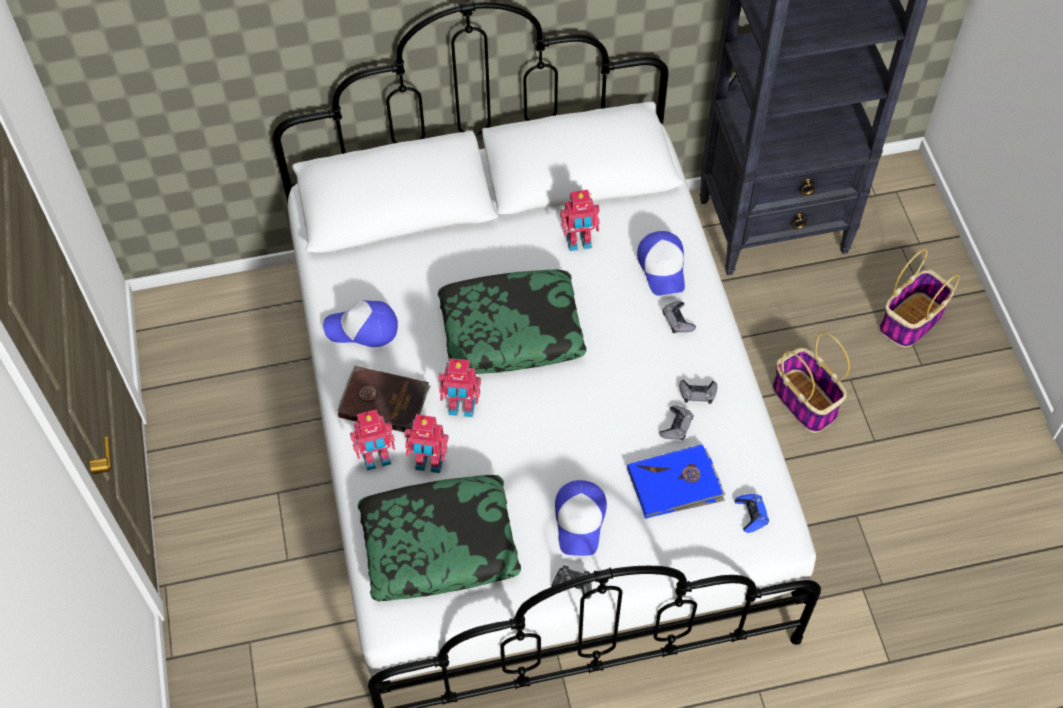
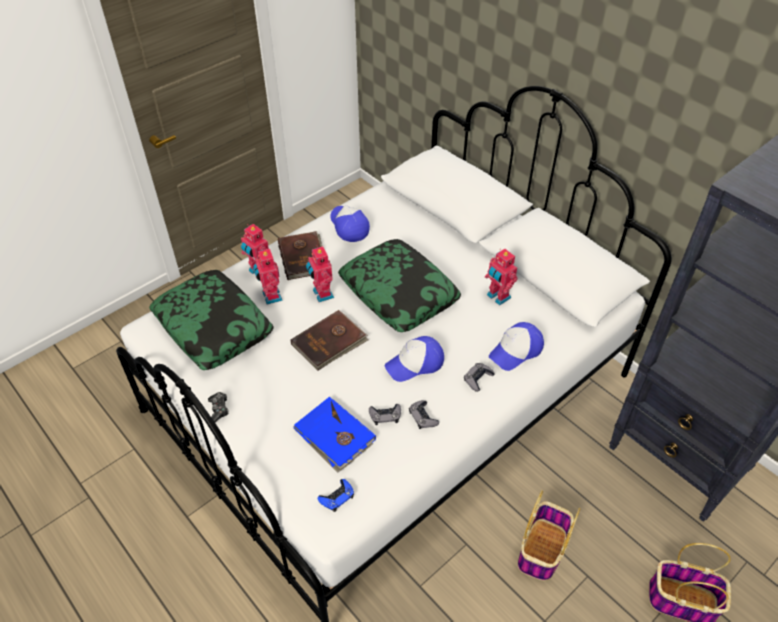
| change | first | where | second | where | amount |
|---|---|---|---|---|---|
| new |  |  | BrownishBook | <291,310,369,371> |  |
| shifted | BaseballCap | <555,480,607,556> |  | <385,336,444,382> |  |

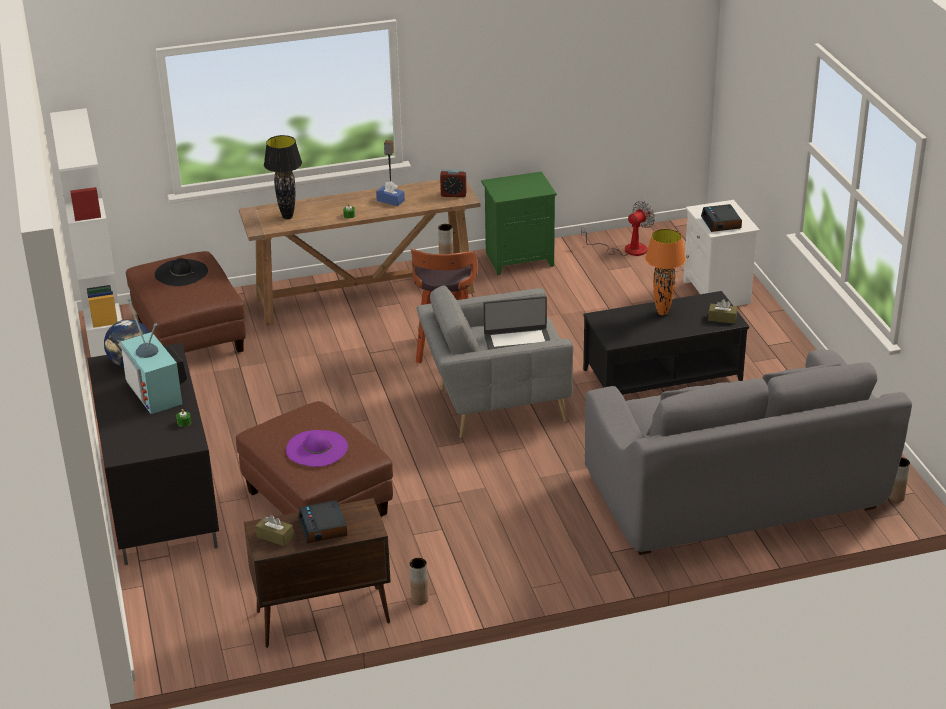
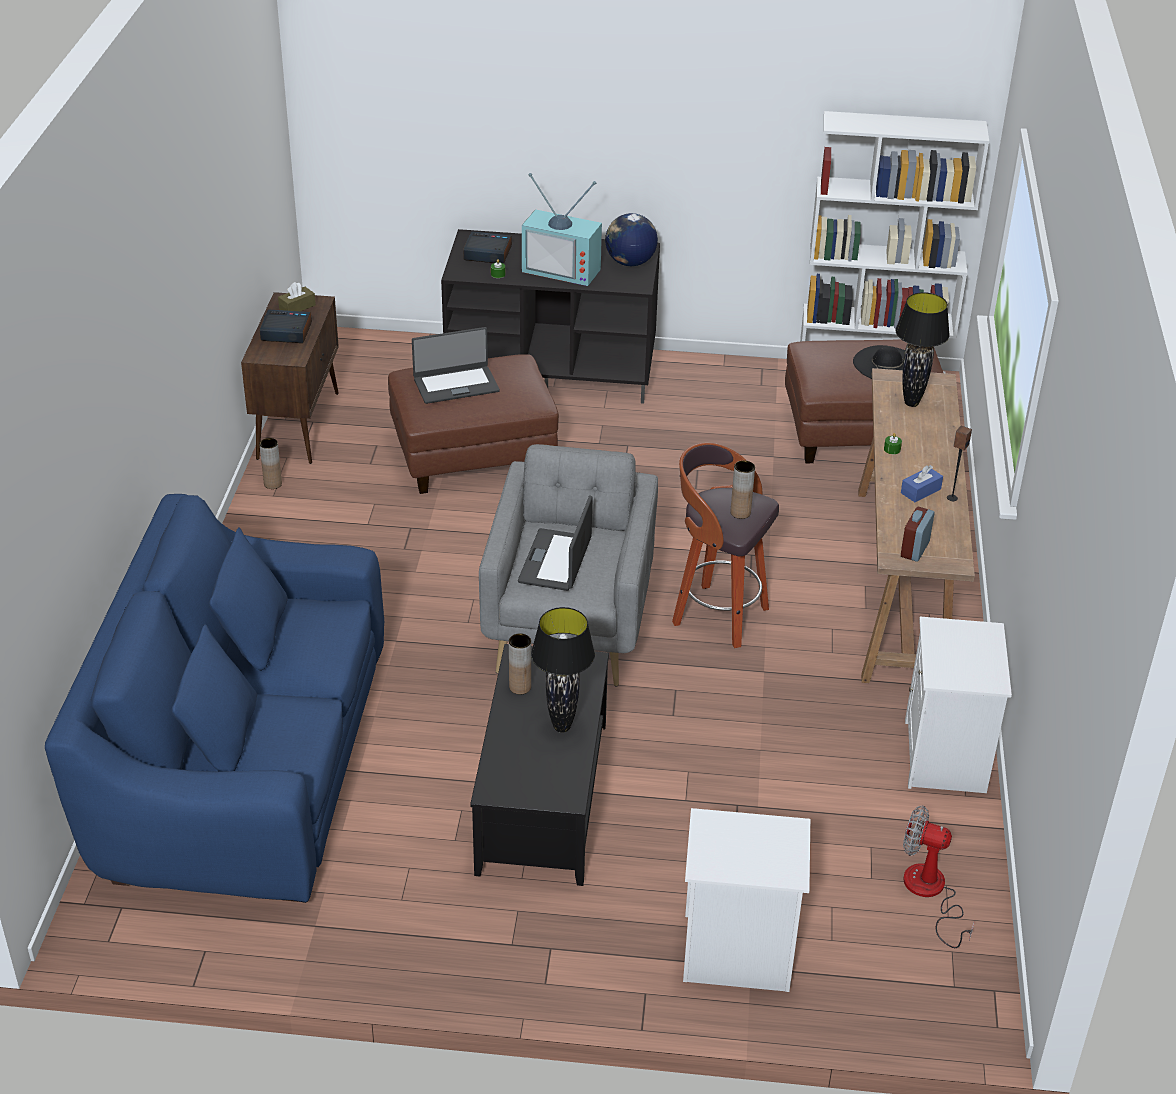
| change | first | where | second | where | amount |
|---|---|---|---|---|---|
| repainted | GreyishSettee | <585,349,912,555> | BlueSettee | <45,494,384,903> |  |
| swapped | PurplishWearableHat | <286,430,348,467> | NotebookComputer | <412,327,500,404> |  |
| shifted | BedsideClock | <701,204,742,232> |  | <463,231,512,264> |  |
| shifted | BrownishVase | <889,457,910,502> |  | <509,633,531,694> |  |
| rotated | Tv | <120,298,187,414> |  | <522,173,602,286> | 150 degrees counterclockwise |
| repainted | OrangeColouredTabletopLamp | <645,229,686,315> | BlackColouredTabletopLamp | <531,607,595,733> |  |
| rotated | CoolingFan | <581,201,655,256> |  | <903,805,974,948> | 135 degrees clockwise |
| repainted | GreenColouredNightTable | <481,171,557,275> | WhitishNightTable | <905,617,1012,793> |  |
| gone | BrownishBoxOfTissues | <708,299,737,324> |  |  |  |

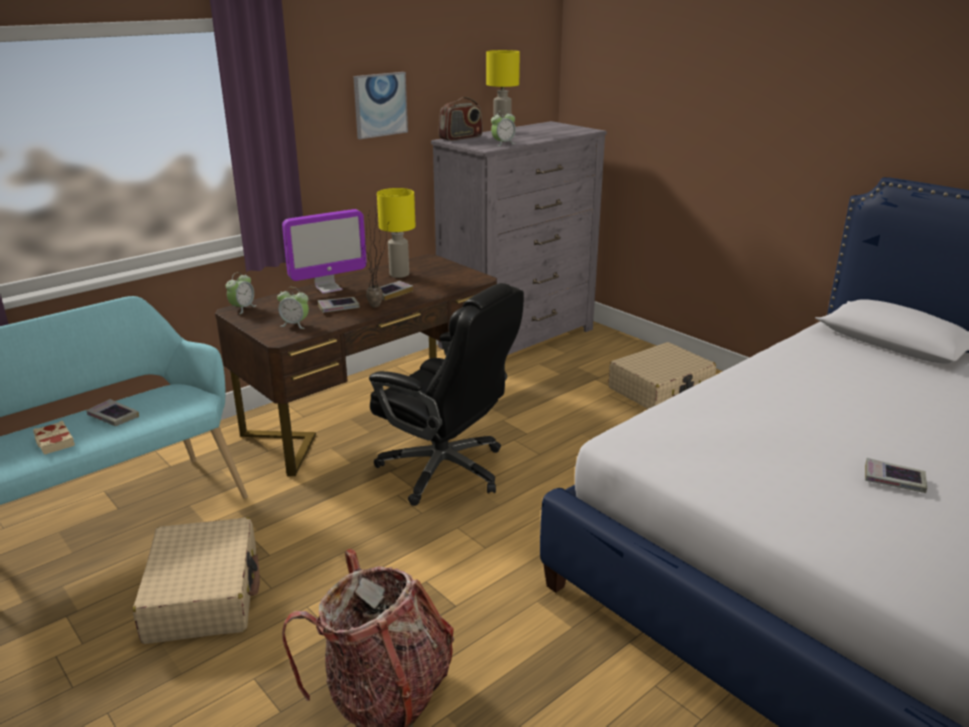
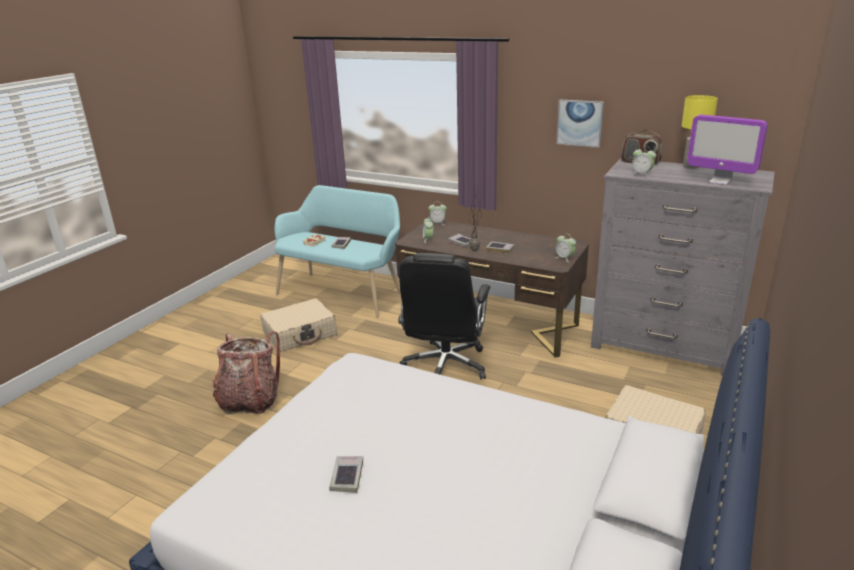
| change | first | where | second | where | amount |
|---|---|---|---|---|---|
| new |  |  | BedsideClock | <555,234,576,262> |  |
| shifted | Monitor | <282,209,367,294> |  | <687,115,768,185> |  |
| gone | YellowColouredTabletopLamp | <377,188,416,278> |  |  |  |

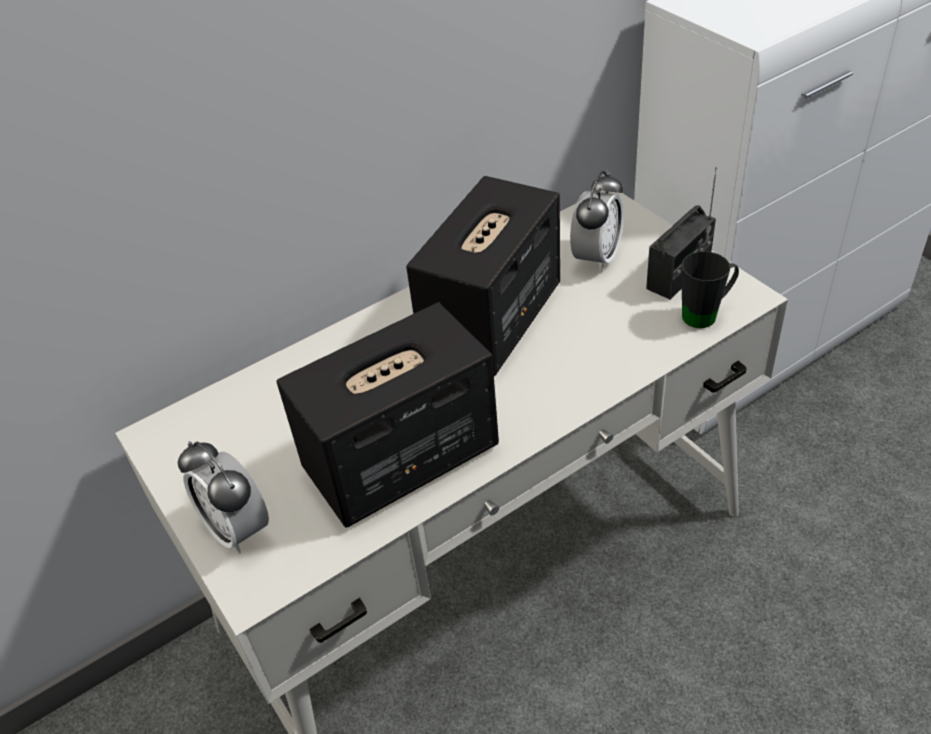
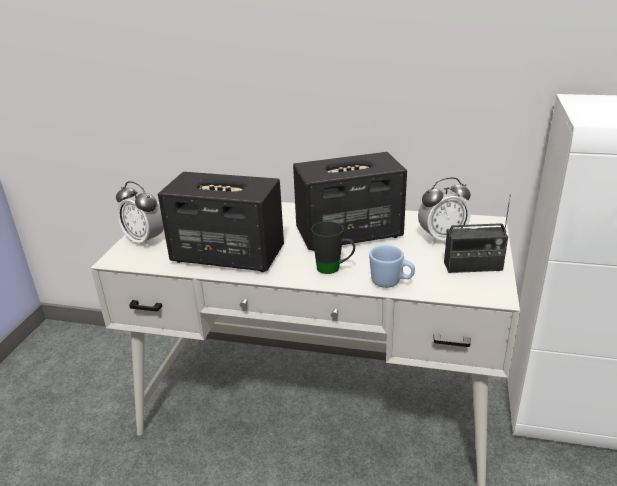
| change | first | where | second | where | amount |
|---|---|---|---|---|---|
| rotated | BedsideClock | <178,441,269,554> |  | <116,181,164,247> | 60 degrees counterclockwise |
| shifted | BlackColouredTeaMug | <682,251,739,328> |  | <311,221,355,274> |  |
| new |  |  | BlueTeaMug | <369,245,415,288> |  |

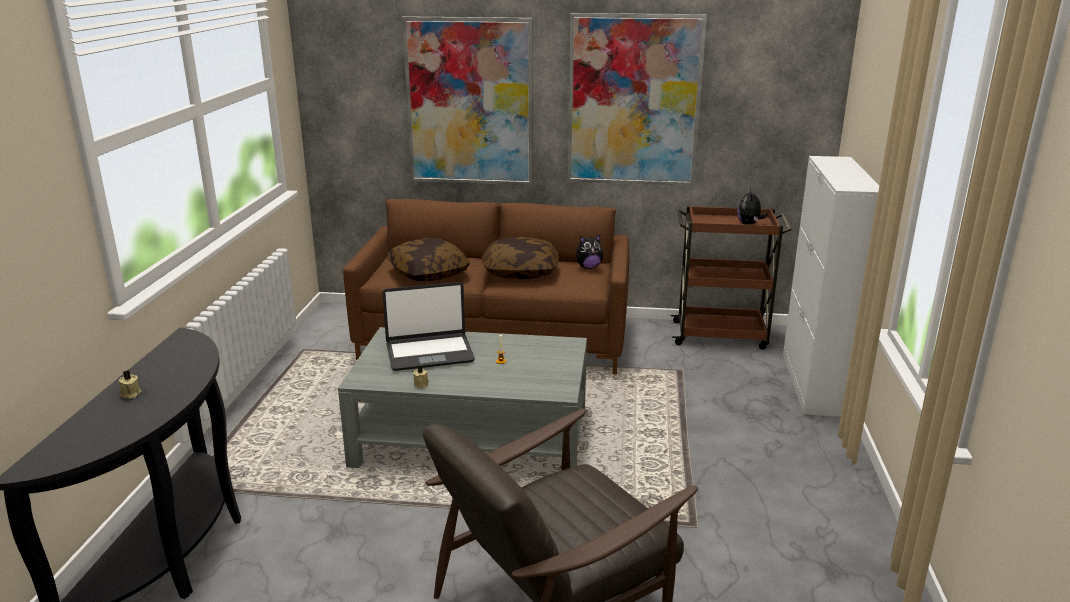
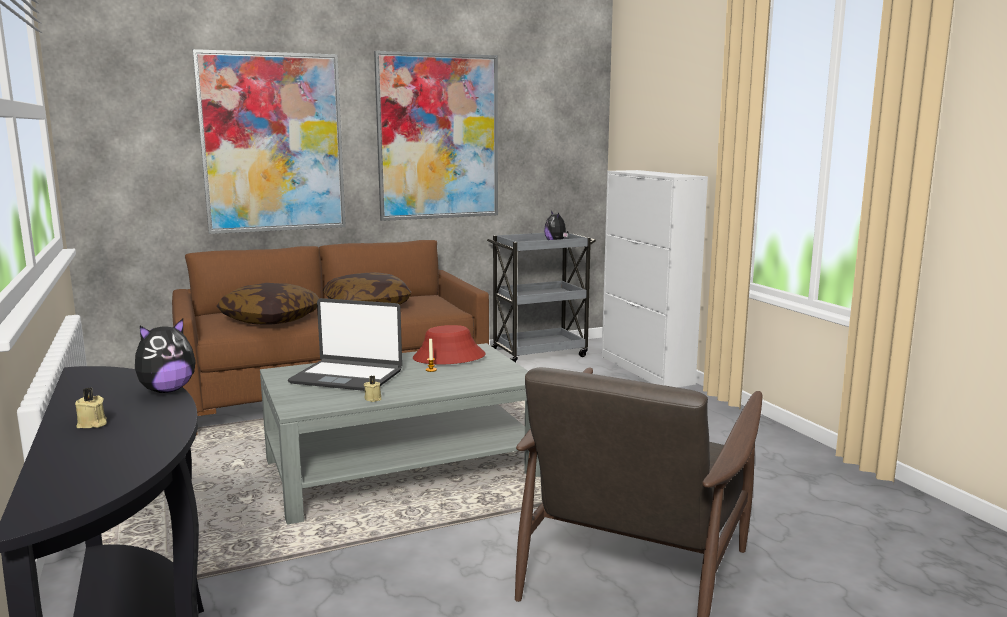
| change | first | where | second | where | amount |
|---|---|---|---|---|---|
| shifted | PlushToy | <576,235,603,269> |  | <135,318,196,393> |  |
| rotated | NotebookComputer | <382,282,475,371> |  | <288,298,402,391> | 60 degrees clockwise |
| new |  |  | RedColouredWearableHat | <413,325,486,364> |  |
| repainted | BrownishCart | <670,206,791,350> | GreyishCart | <487,233,596,362> |  |

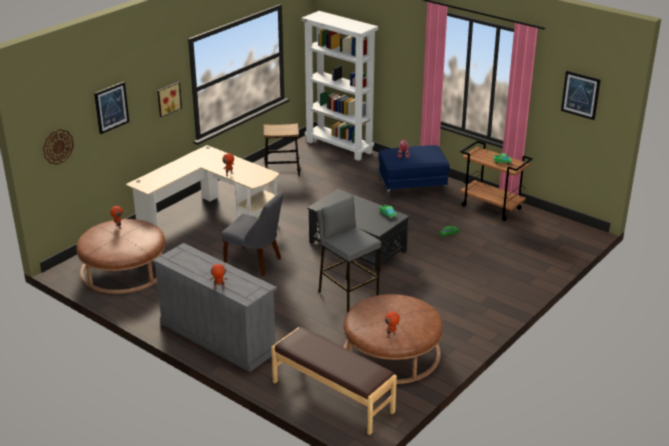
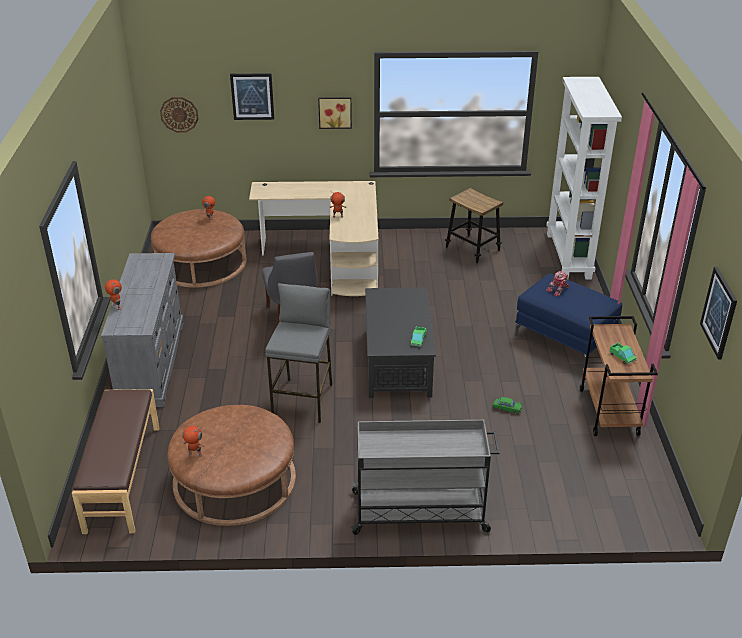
| change | first | where | second | where | amount |
|---|---|---|---|---|---|
| new |  |  | GreyishCart | <351,420,500,535> |  |

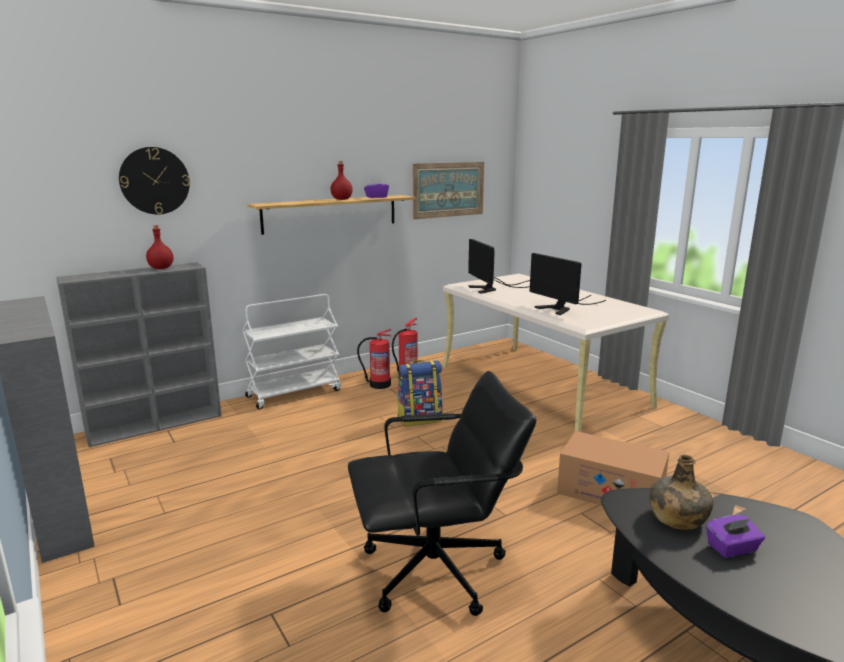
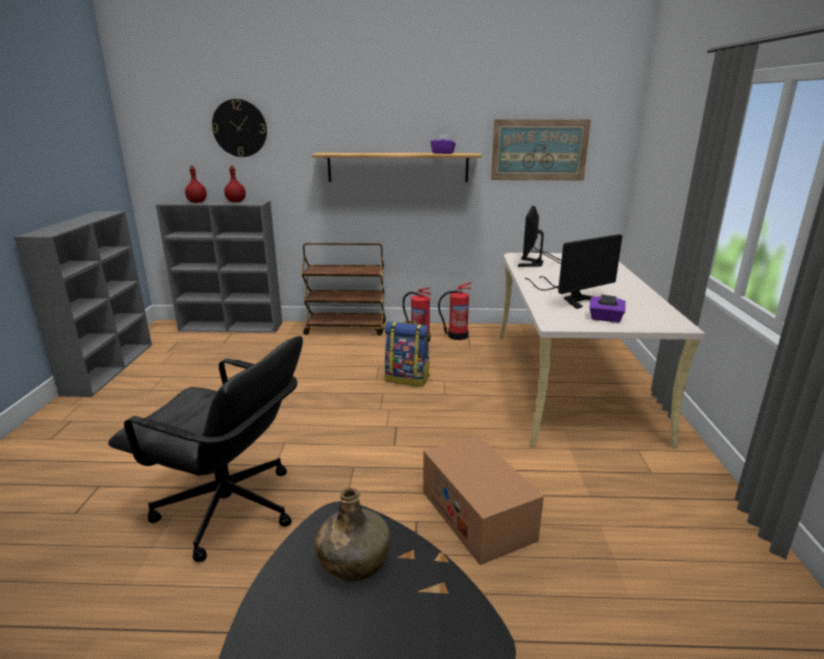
| change | first | where | second | where | amount |
|---|---|---|---|---|---|
| shifted | RedColouredBeverageBottle | <330,161,353,200> |  | <185,166,207,203> |  |
| repainted | WhitishCart | <243,294,341,409> | BrownishCart | <301,243,386,336> |  |
| rotated | Monitor | <530,253,606,315> |  | <525,234,622,309> | 120 degrees counterclockwise |
| shifted | PurplishBoxOfTissues | <706,515,765,558> |  | <590,294,626,322> |  |

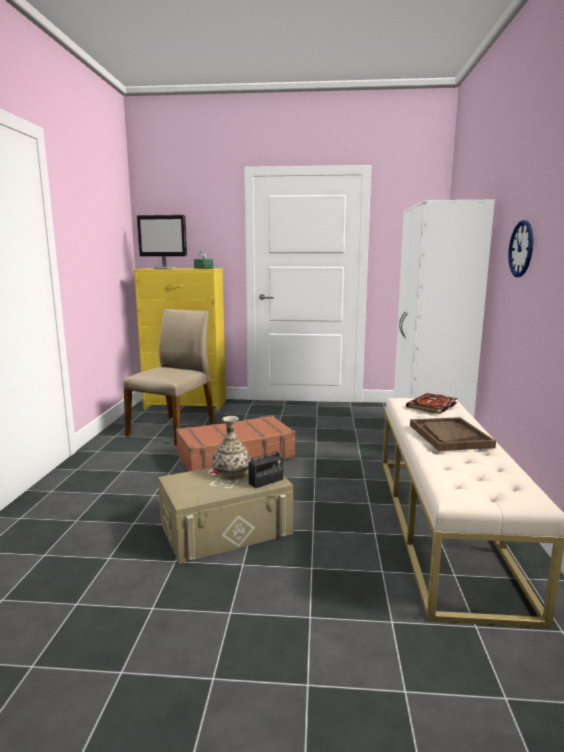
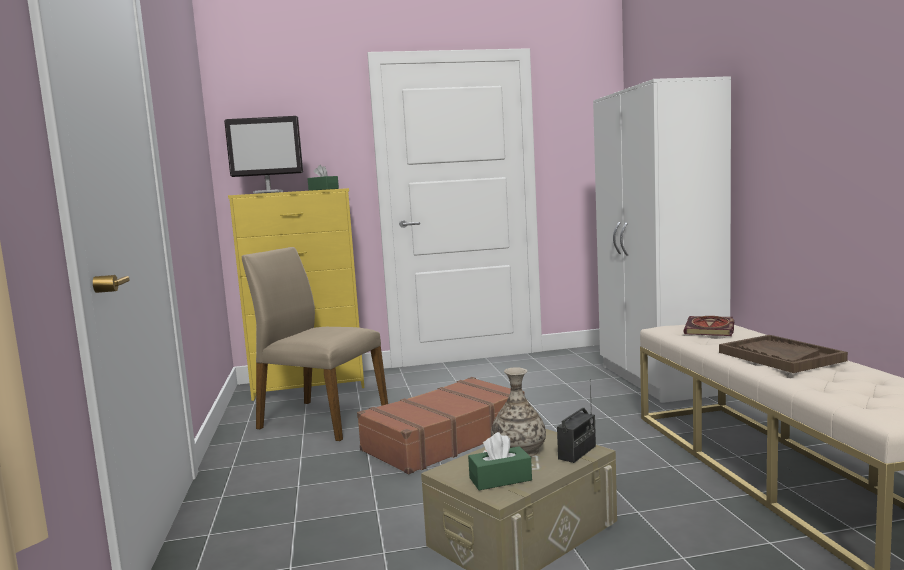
| change | first | where | second | where | amount |
|---|---|---|---|---|---|
| rotated | SandColouredChair | <123,309,215,446> |  | <242,247,388,441> | 75 degrees counterclockwise |
| new |  |  | GreenColouredBoxOfTissues | <468,432,532,490> |  |
| gone | WallClock | <508,220,533,277> |  |  |  |

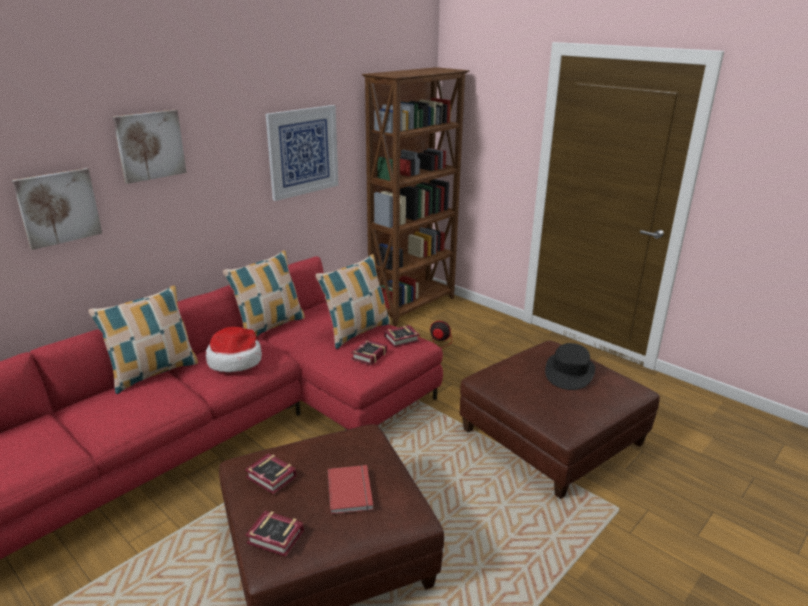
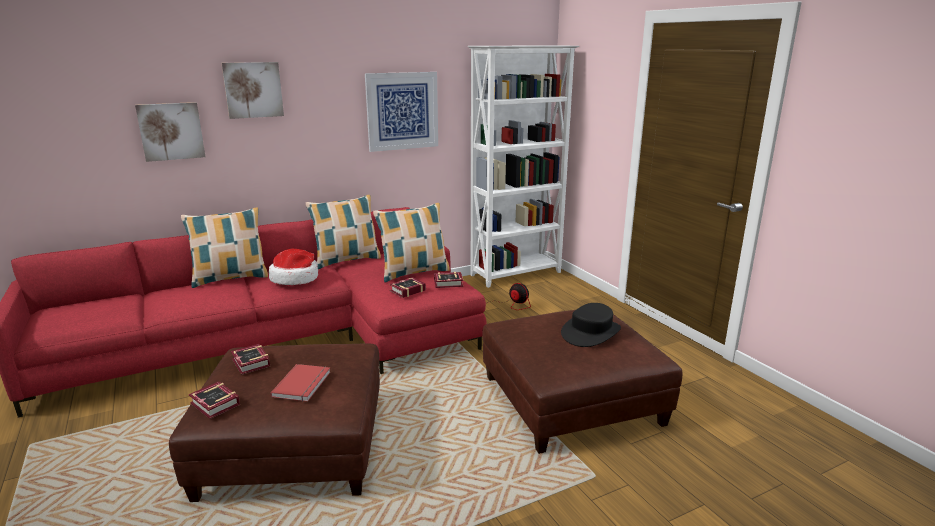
| change | first | where | second | where | amount |
|---|---|---|---|---|---|
| repainted | BrownishBookshelf | <362,67,470,327> | WhitishBookshelf | <468,45,579,288> |  |

